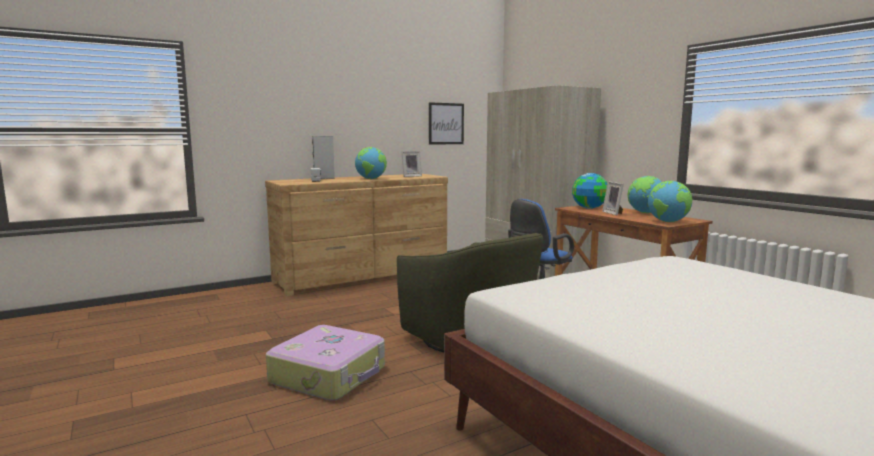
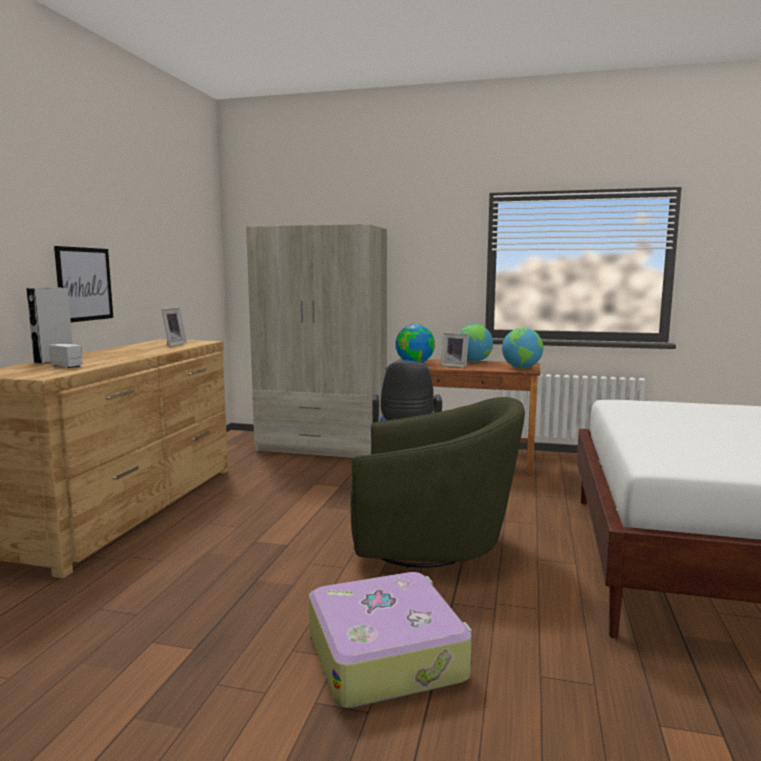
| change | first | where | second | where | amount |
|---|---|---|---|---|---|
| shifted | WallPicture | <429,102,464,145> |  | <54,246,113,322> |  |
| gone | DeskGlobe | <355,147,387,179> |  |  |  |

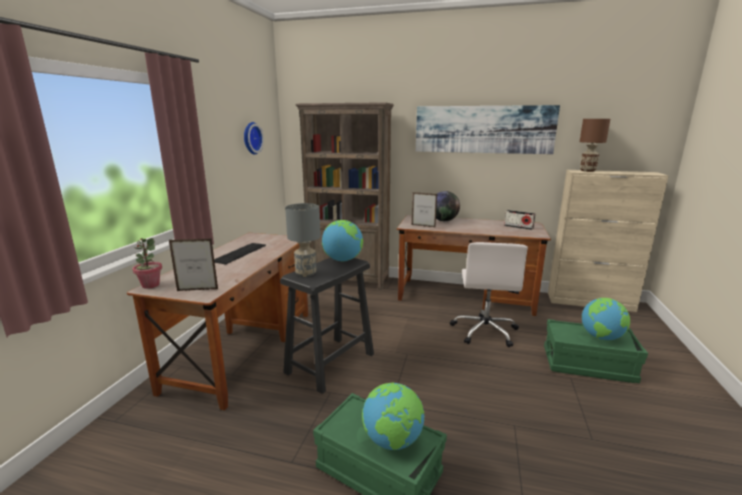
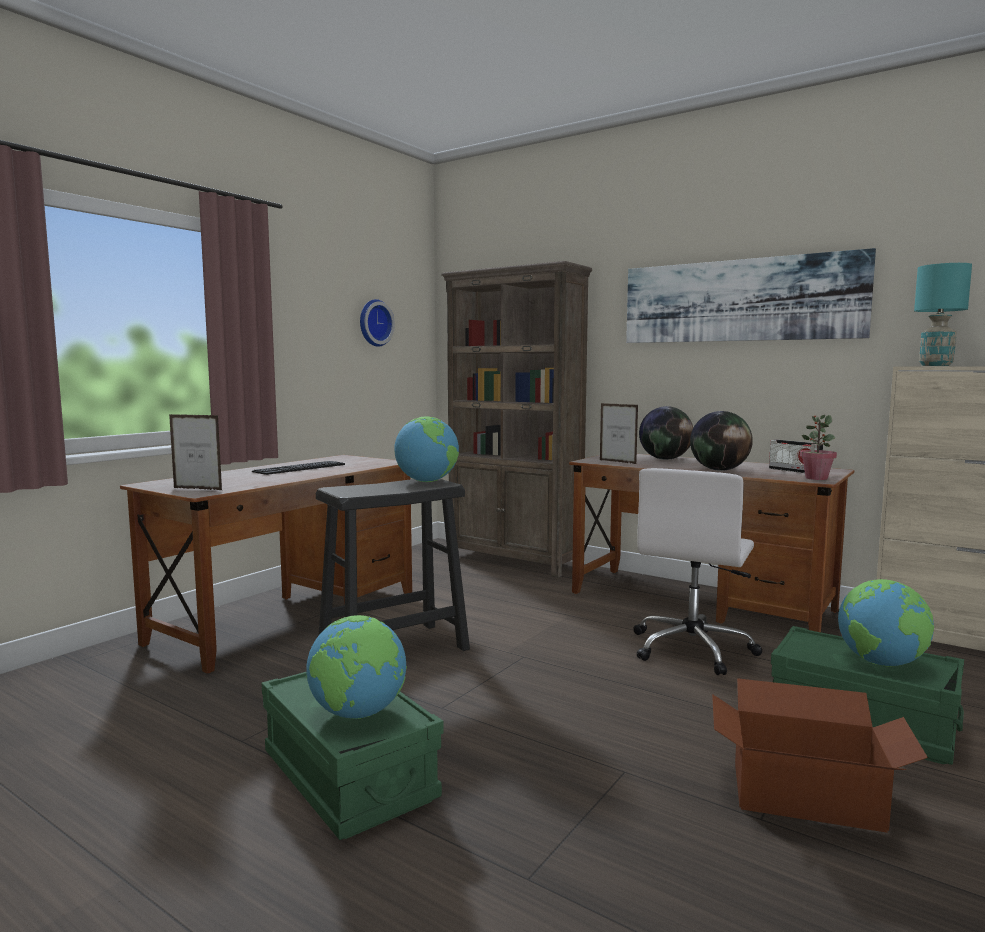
| change | first | where | second | where | amount |
|---|---|---|---|---|---|
| new |  |  | DeskGlobe | <690,411,753,471> |  |
| new |  |  | PackingBox | <712,678,928,833> |  |
| shifted | Houseplant | <132,238,162,289> |  | <800,415,837,480> |  |
| repainted | BrownishTabletopLamp | <580,119,610,172> | BlueGreenTabletopLamp | <914,263,972,366> |  |
| gone | GreyishTabletopLamp | <285,203,321,277> |  |  |  |

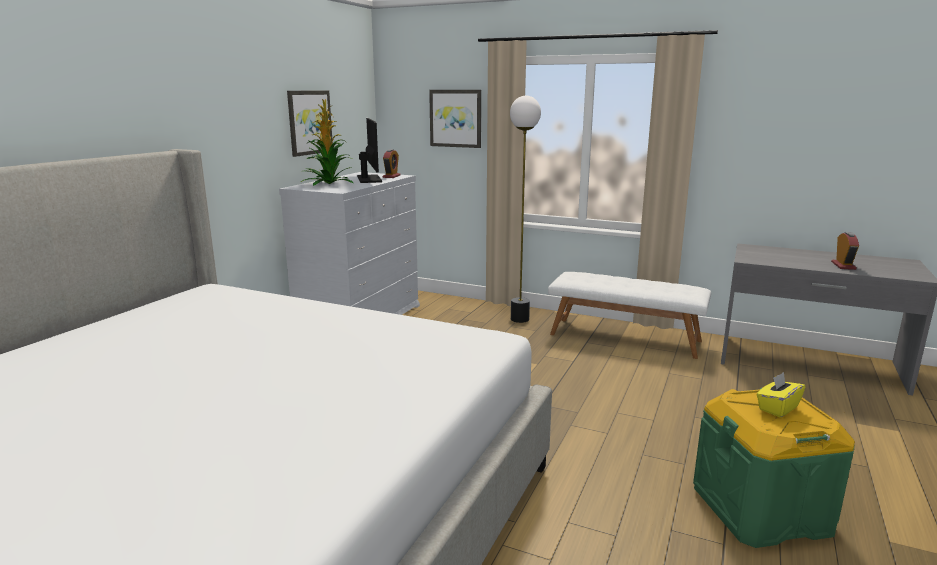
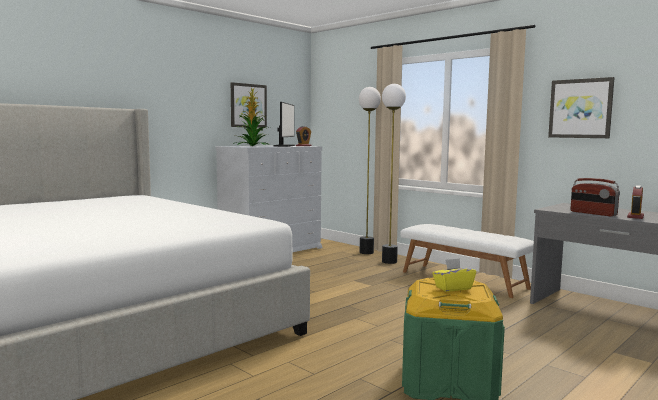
| change | first | where | second | where | amount |
|---|---|---|---|---|---|
| new |  |  | StandardLamp | <359,87,381,254> |  |
| shifted | WallPicture | <429,90,481,148> |  | <548,77,615,138> |  |
| new |  |  | RadioSet | <570,178,620,216> |  |

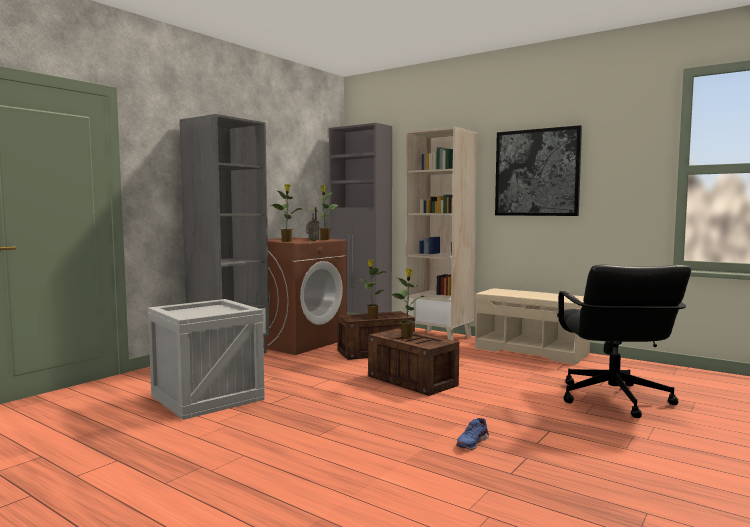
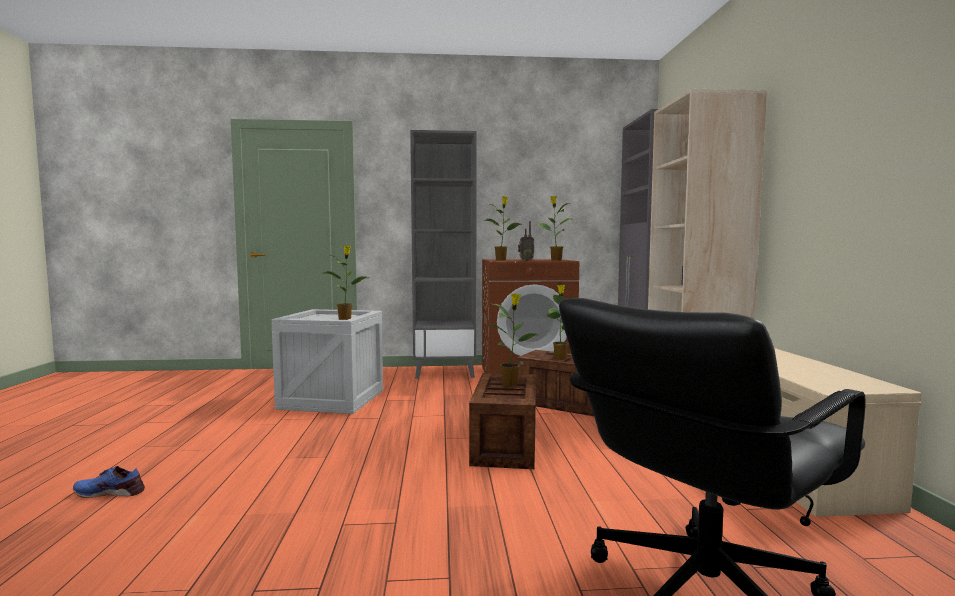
| change | first | where | second | where | amount |
|---|---|---|---|---|---|
| shifted | BlueLowShoe | <456,418,489,450> |  | <73,466,145,498> |  |
| new |  |  | Houseplant | <324,245,368,320> |  |
| gone | WallPicture | <495,125,582,216> |  |  |  |

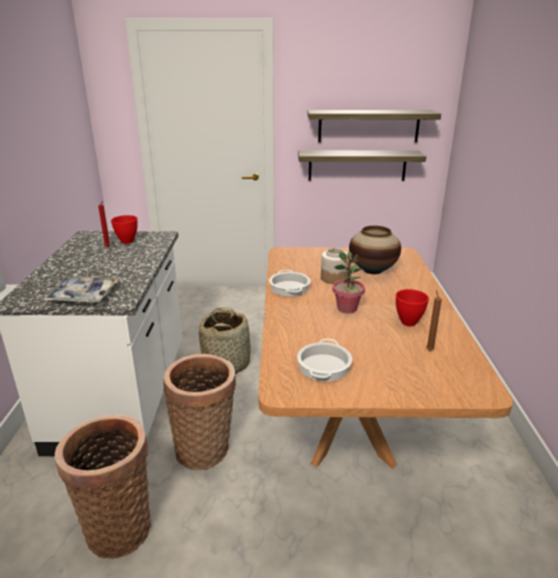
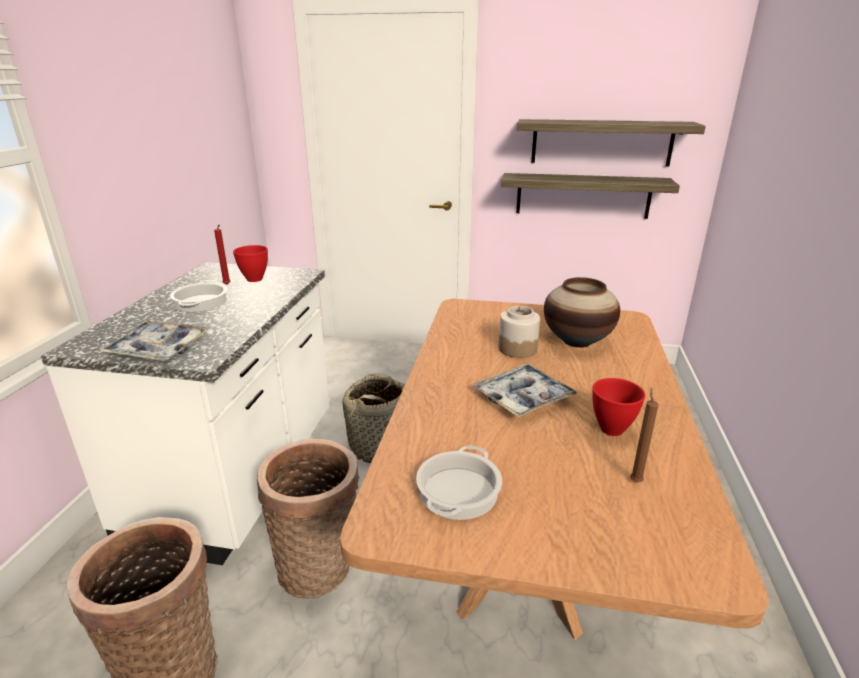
| change | first | where | second | where | amount |
|---|---|---|---|---|---|
| shifted | Saucepot | <269,270,310,296> |  | <170,280,227,312> |  |
| swapped | Houseplant | <333,252,365,314> | CarryingTray | <473,364,578,417> |  |

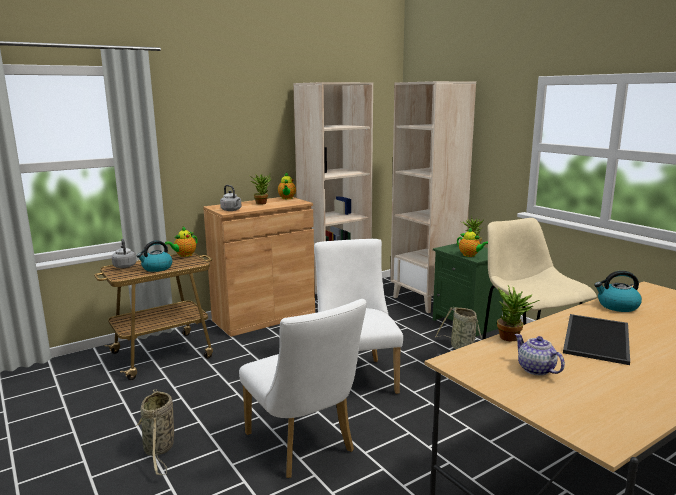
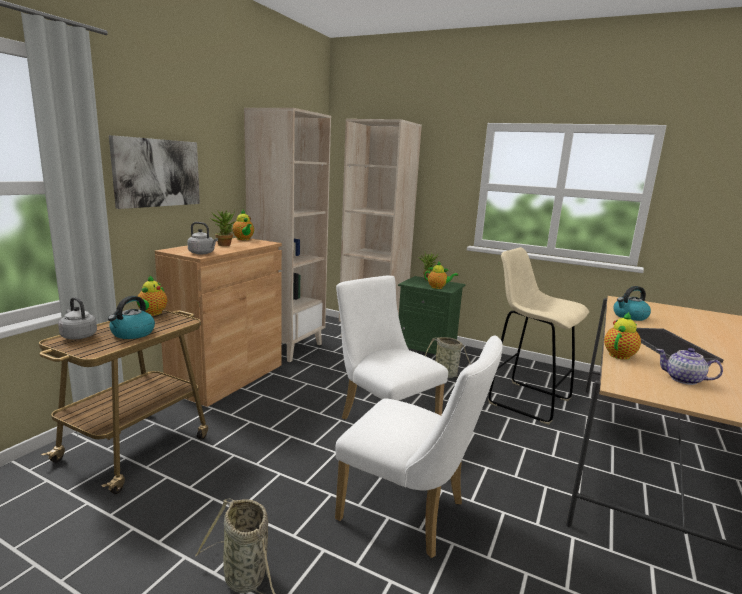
| change | first | where | second | where | amount |
|---|---|---|---|---|---|
| new |  |  | WallPicture | <109,135,200,209> |  |
| swapped | Houseplant | <497,285,540,341> | TeaPot | <604,312,641,360> |  |

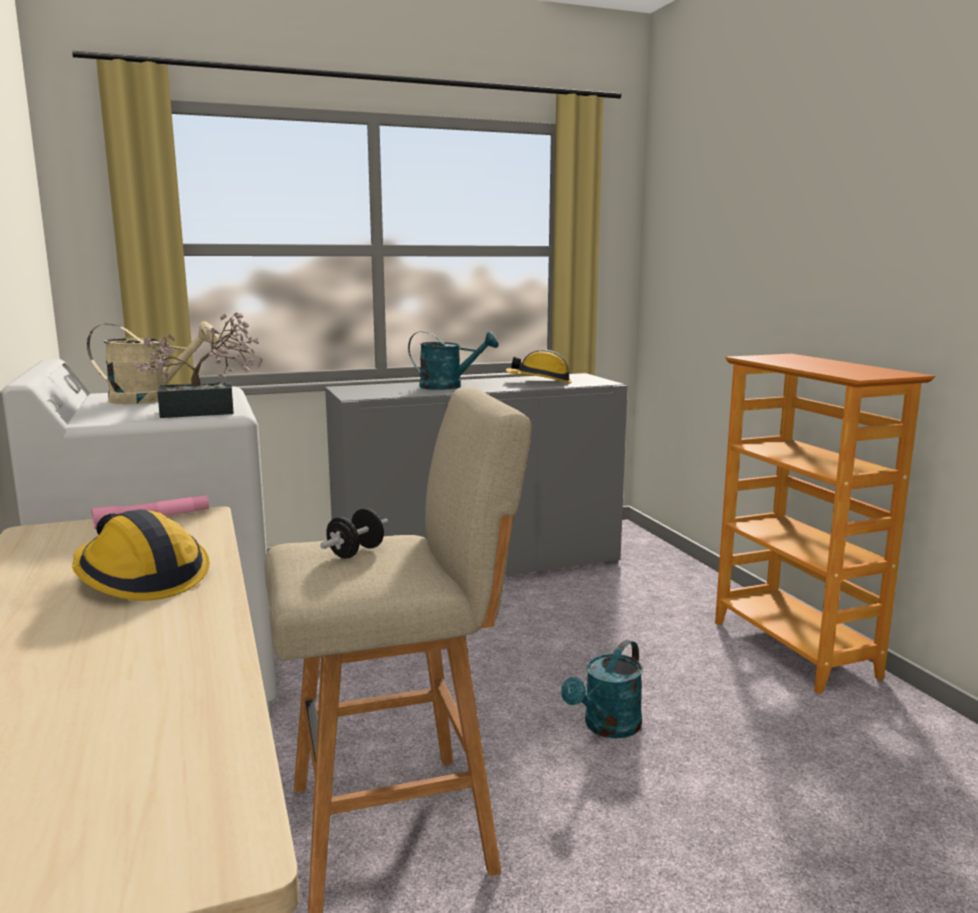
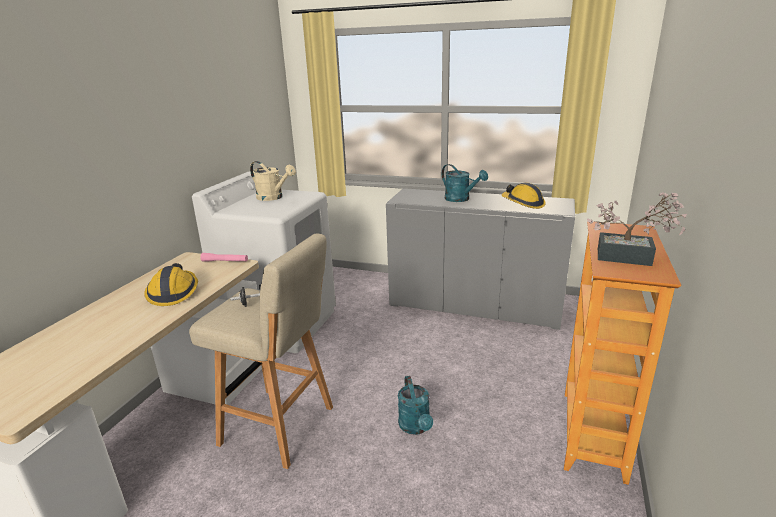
| change | first | where | second | where | amount |
|---|---|---|---|---|---|
| rotated | BlueGreenWateringCan | <561,639,643,738> |  | <398,376,433,435> | 90 degrees counterclockwise |
| shifted | Houseplant | <134,312,263,418> |  | <587,192,687,266> |  |

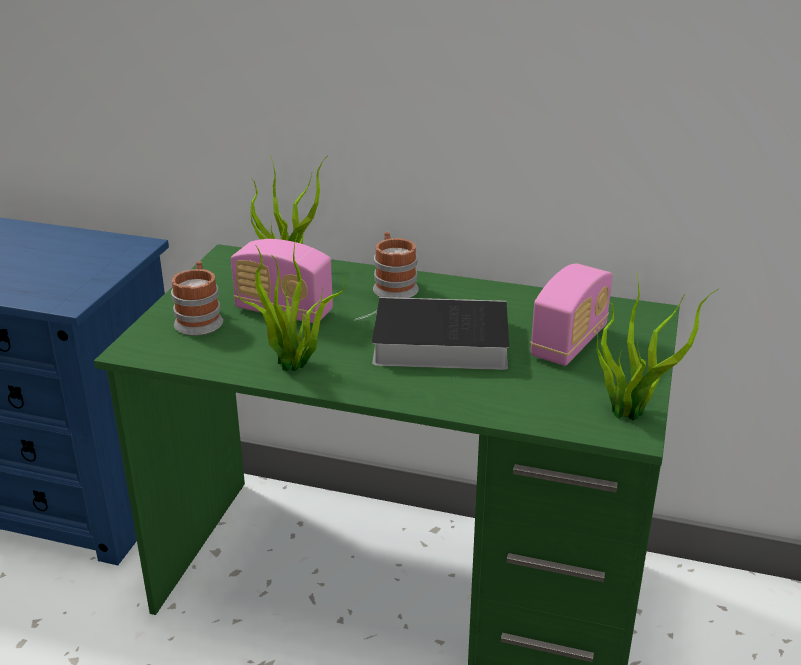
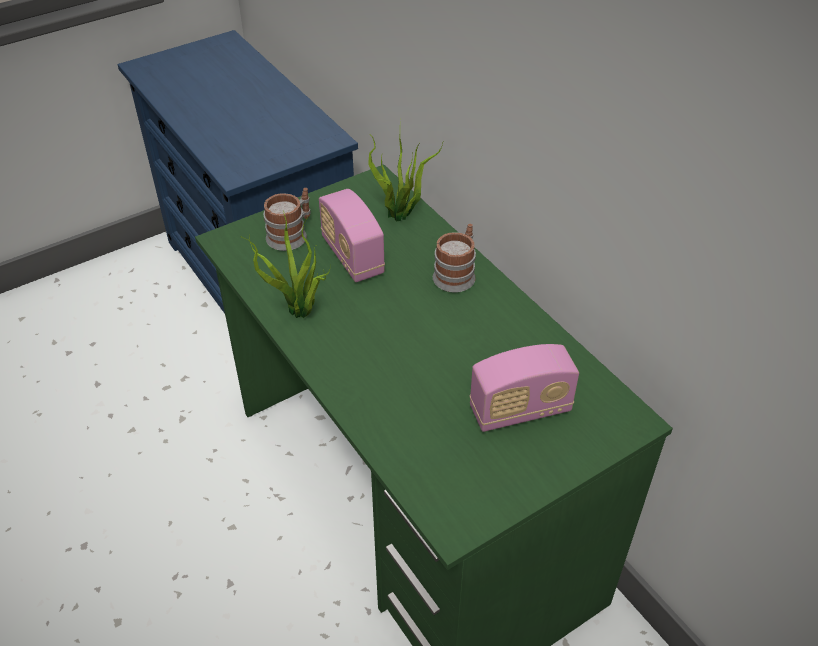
| change | first | where | second | where | amount |
|---|---|---|---|---|---|
| gone | Book | <354,297,509,370> |  |  |  |
| gone | Houseplant | <596,272,719,421> |  |  |  |

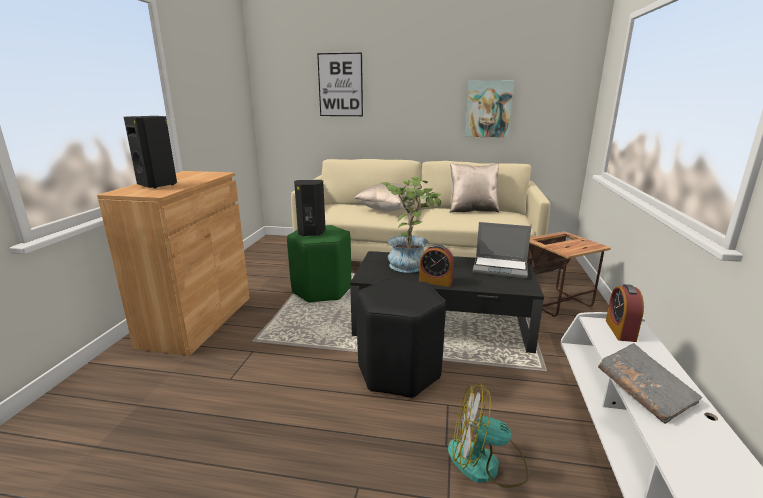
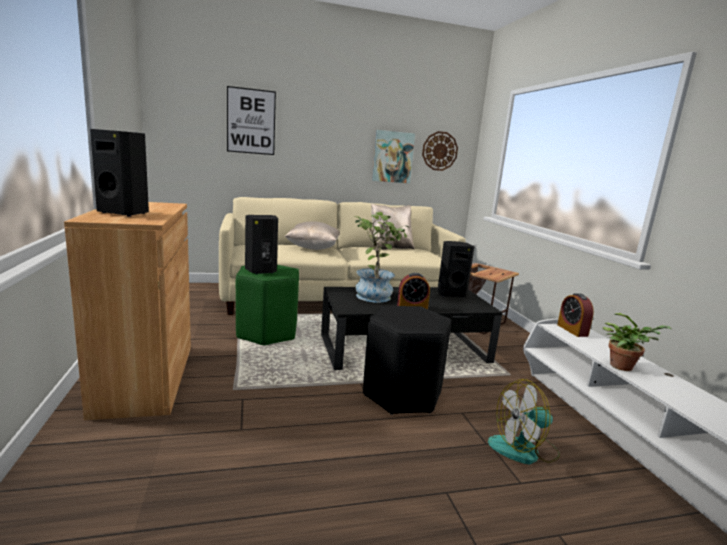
| change | first | where | second | where | amount |
|---|---|---|---|---|---|
| new |  |  | WallClock | <422,131,458,171> |  |
| swapped | NotebookComputer | <473,222,532,279> | BlackColouredAudioSpeaker | <437,241,475,297> |  |
| swapped | GreyishBook | <598,343,702,424> | Houseplant | <602,313,671,371> |  |

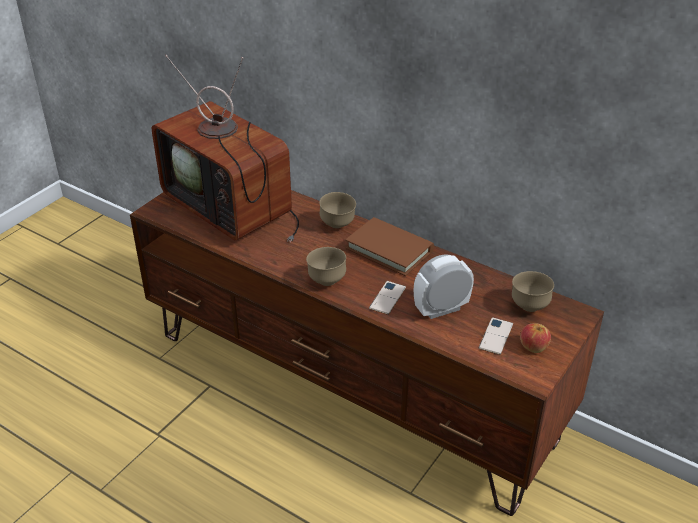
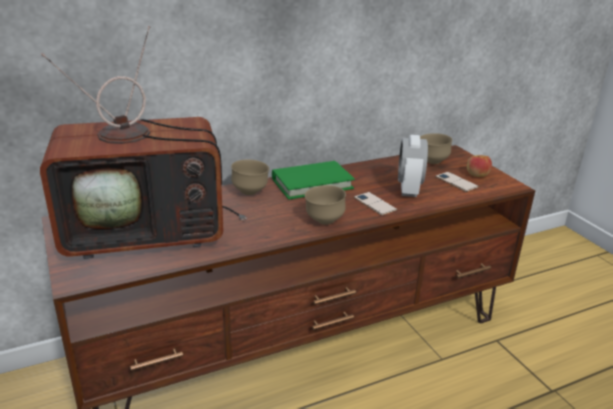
| change | first | where | second | where | amount |
|---|---|---|---|---|---|
| repainted | BrownishBook | <345,217,434,276> | GreenColouredBook | <272,161,355,200> |  |

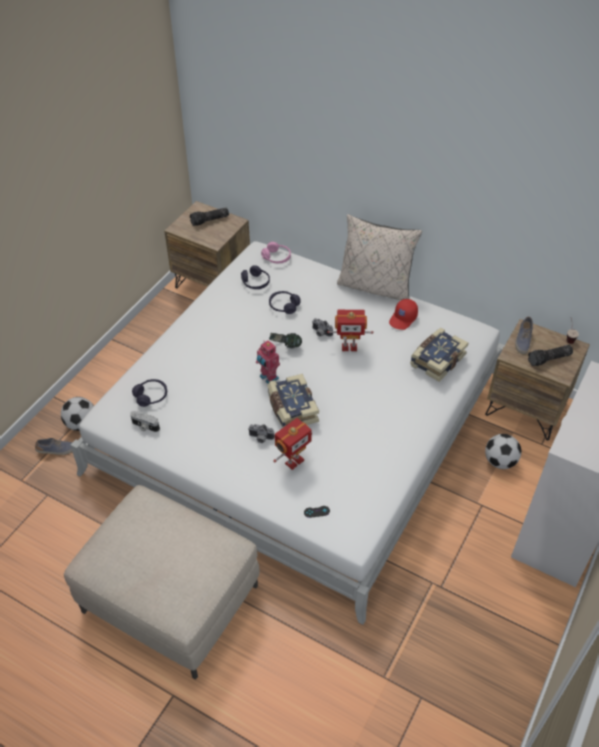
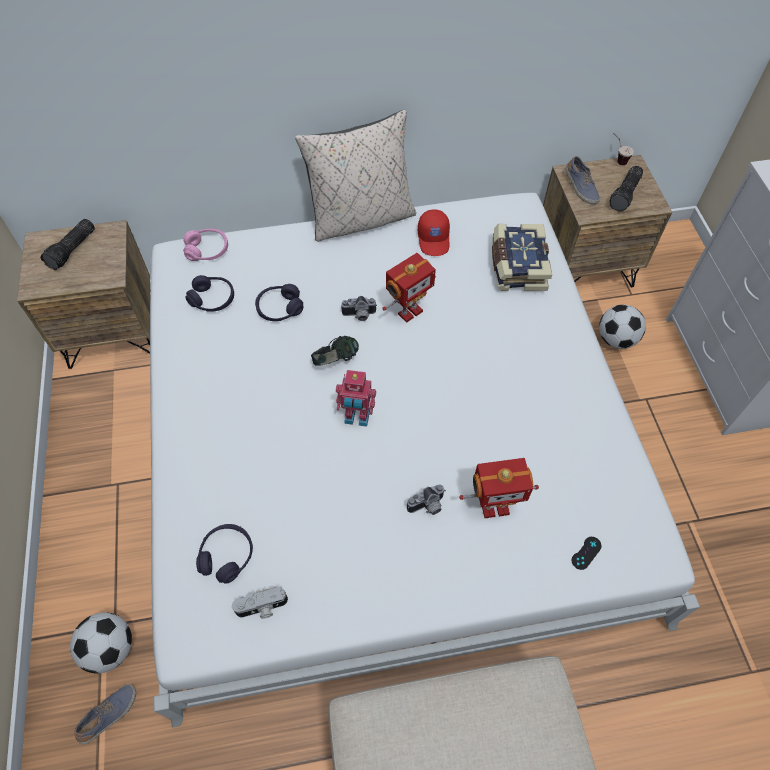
| change | first | where | second | where | amount |
|---|---|---|---|---|---|
| rotated | ToyRobot | <273,418,312,470> |  | <459,458,539,518> | 75 degrees clockwise |
| gone | Book | <268,374,319,428> |  |  |  |

